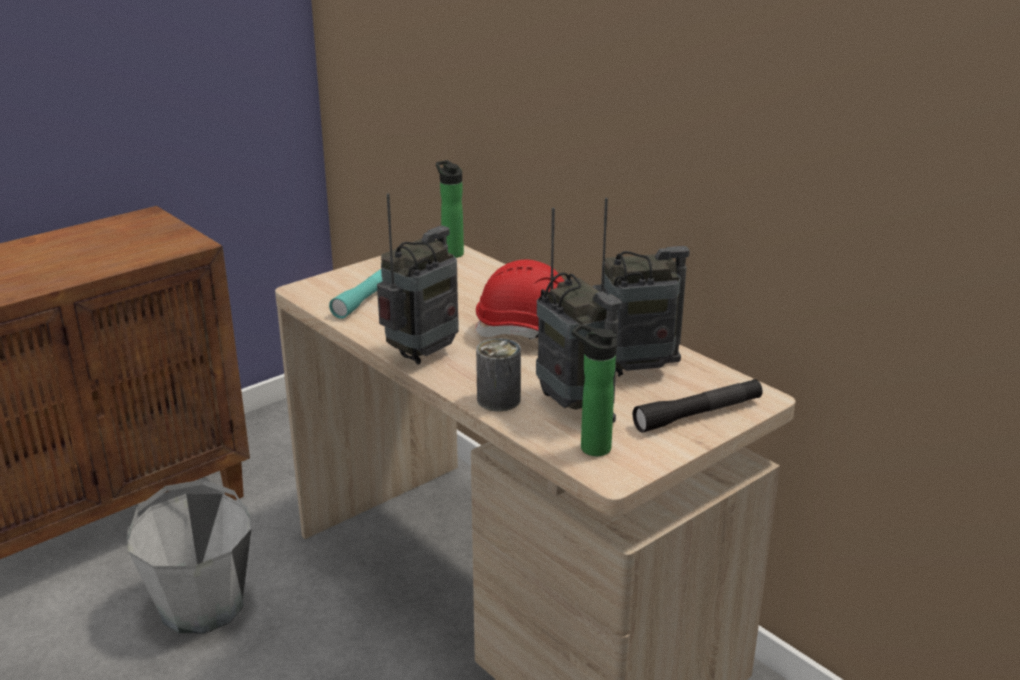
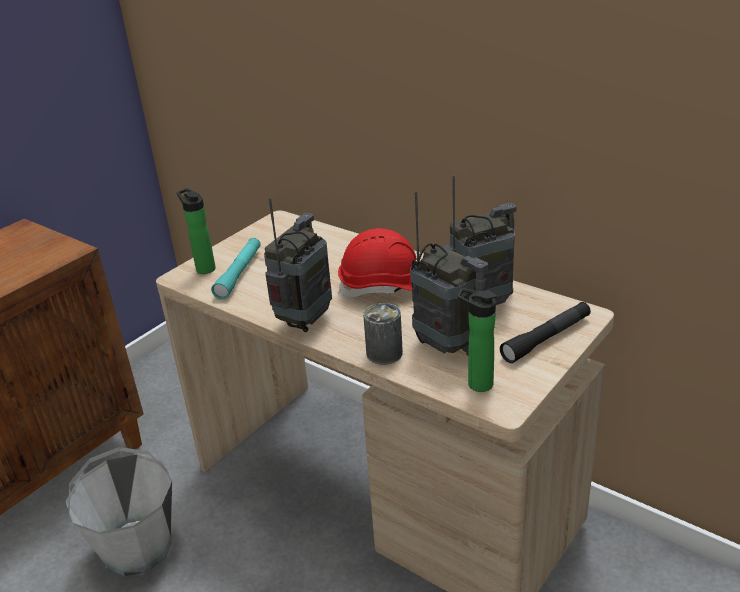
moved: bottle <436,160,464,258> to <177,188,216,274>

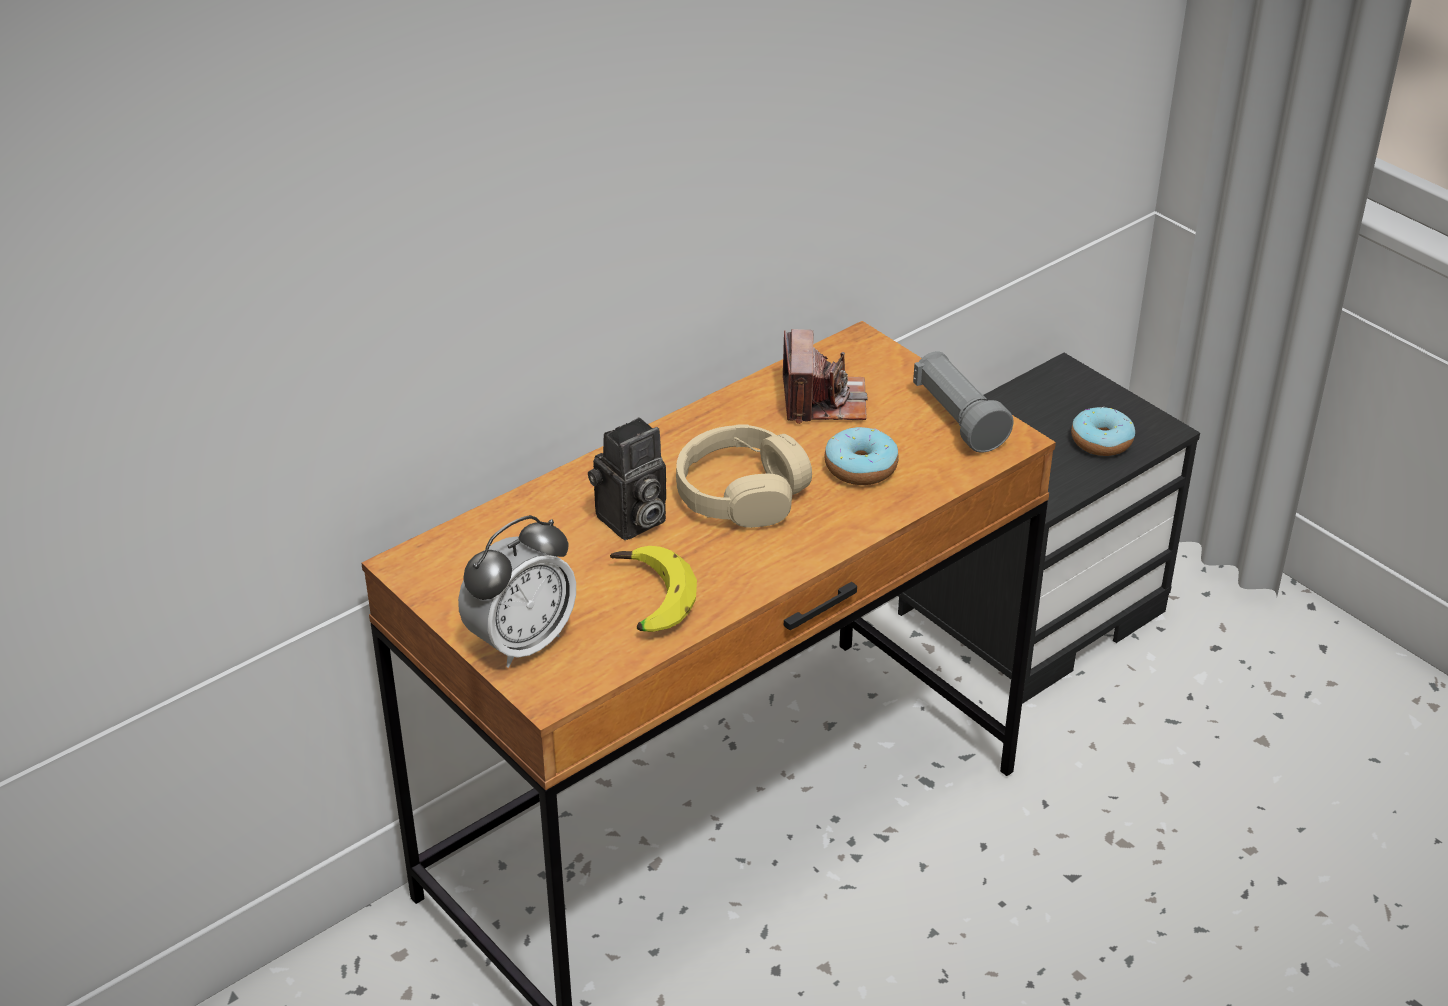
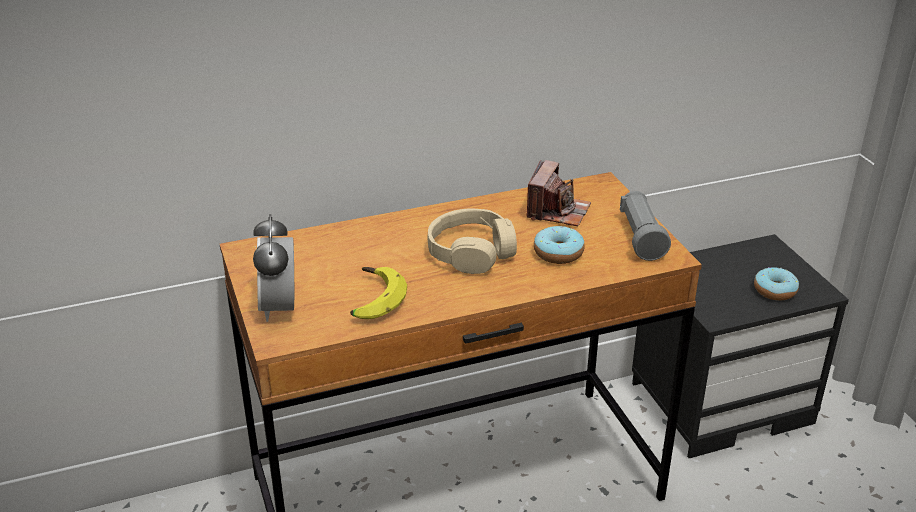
removed: photo camera <588,417,666,540>
turned: alarm clock <458,515,576,668> = <253,214,294,322> 105 degrees clockwise

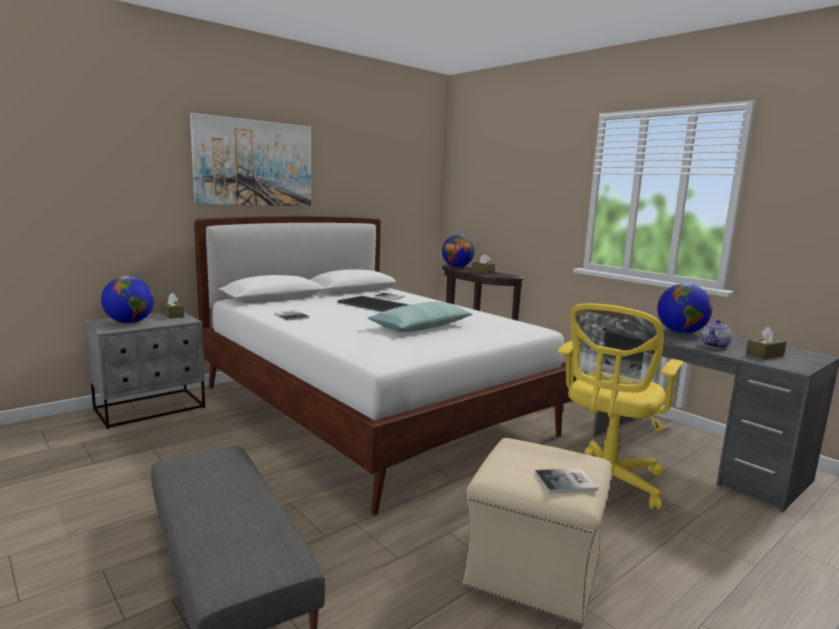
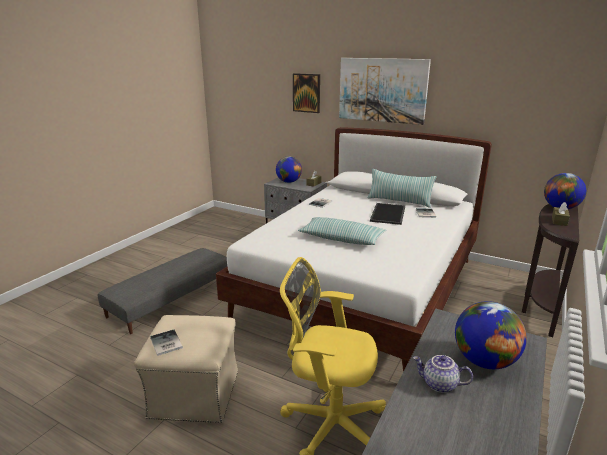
removed: brown tissue box <746,326,787,360>
added: picture <293,73,320,113>; pillow <368,169,437,208>

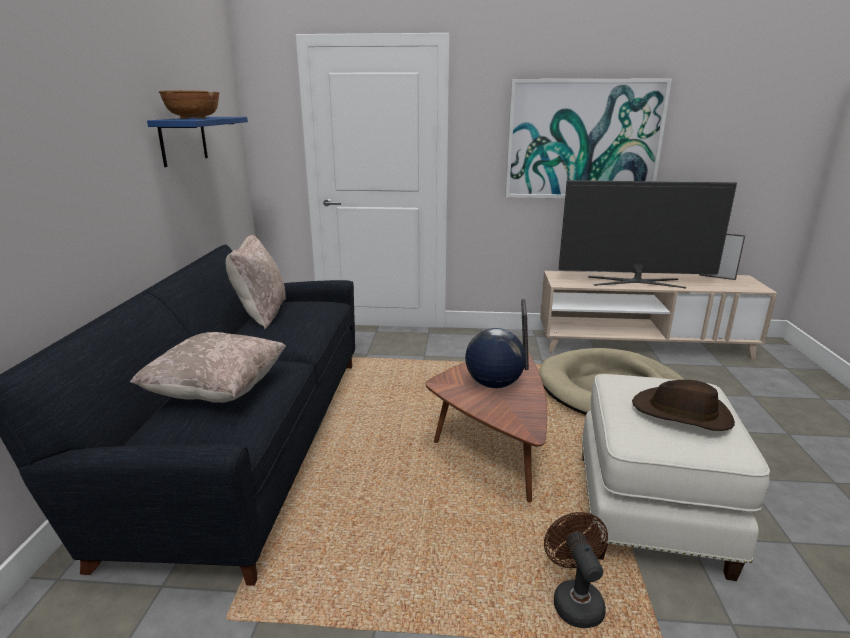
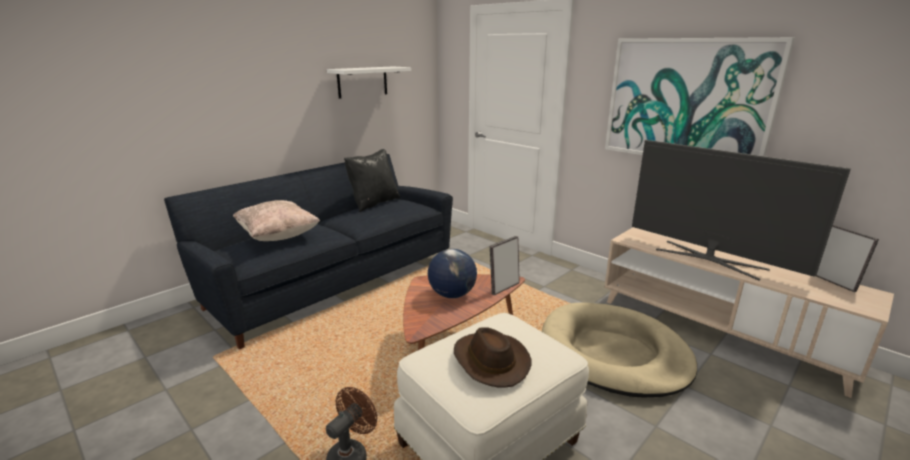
removed: brown bowl <159,90,220,119>
recoloured: blue shelf <147,117,248,167> to white shelf <327,67,411,99>; beige pillow <226,235,286,329> to black pillow <344,149,400,212>

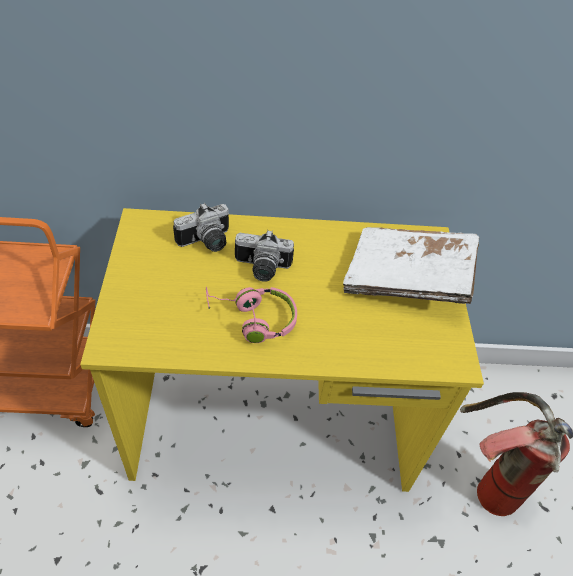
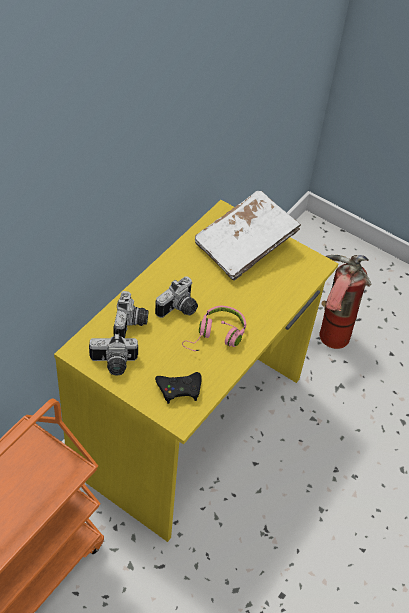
added: photo camera <89,334,138,375>; black game controller <155,372,201,404>

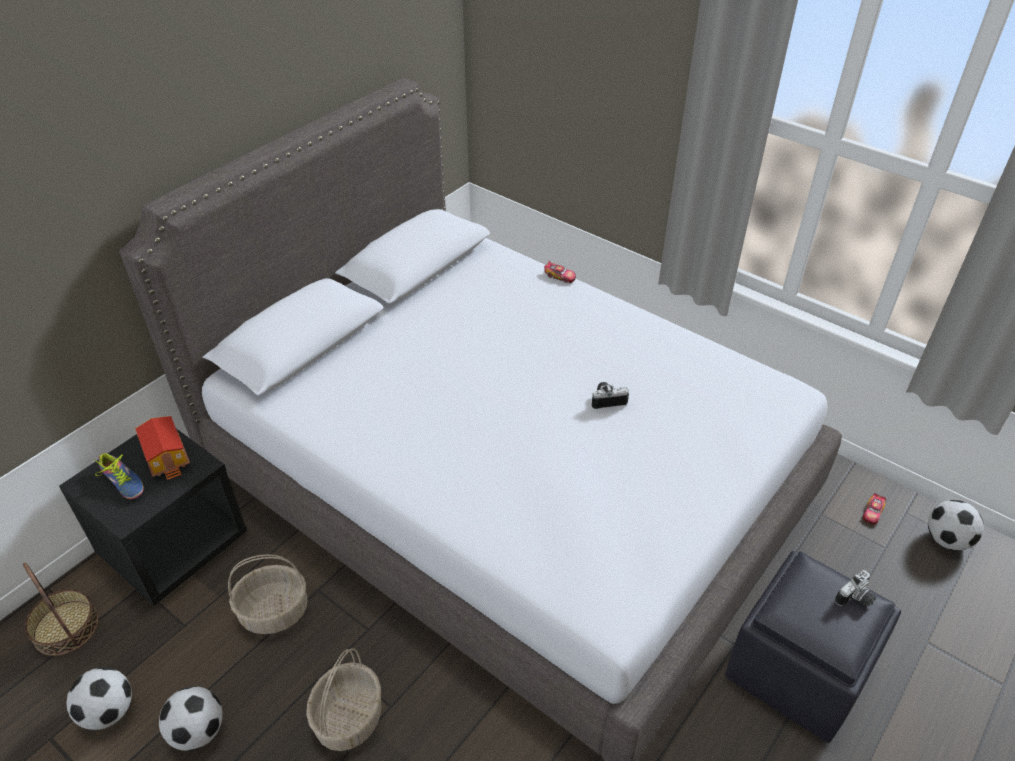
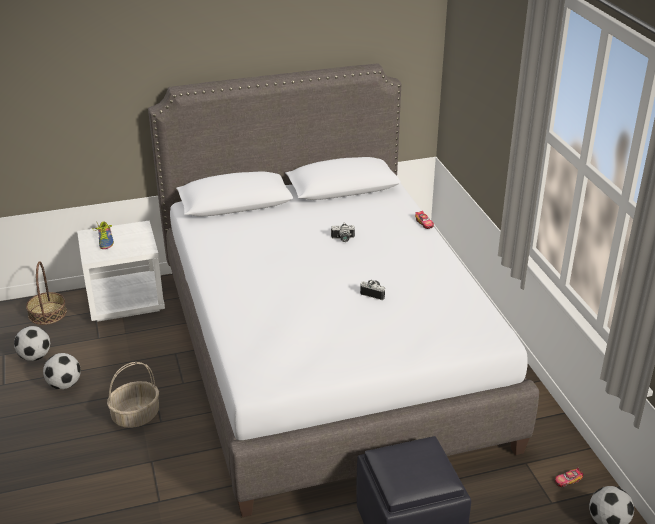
removed: toy house <135,416,190,480>; basket <228,554,308,634>
moved: photo camera <835,570,876,607> to <331,222,355,242>
recoloured: black nightstand <59,429,248,606> to white nightstand <77,220,165,322>

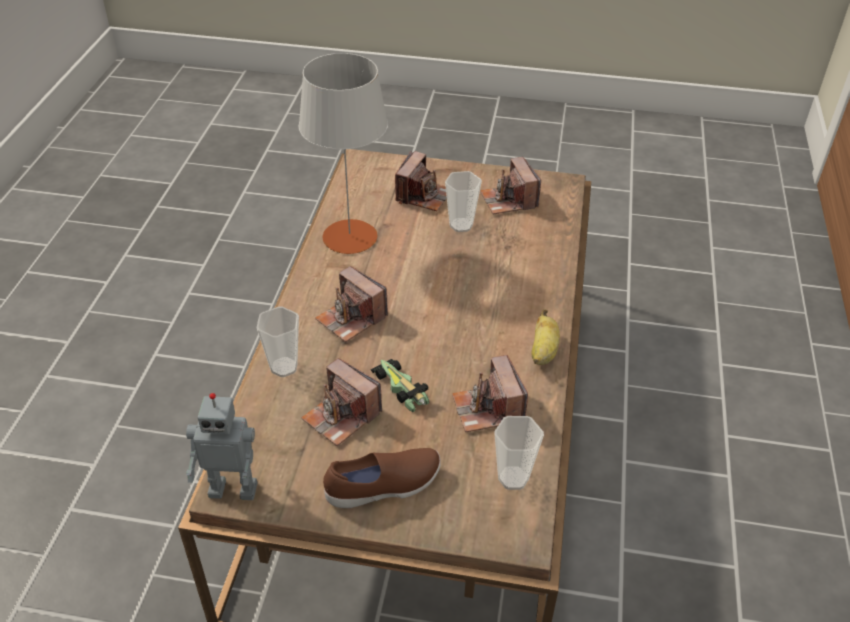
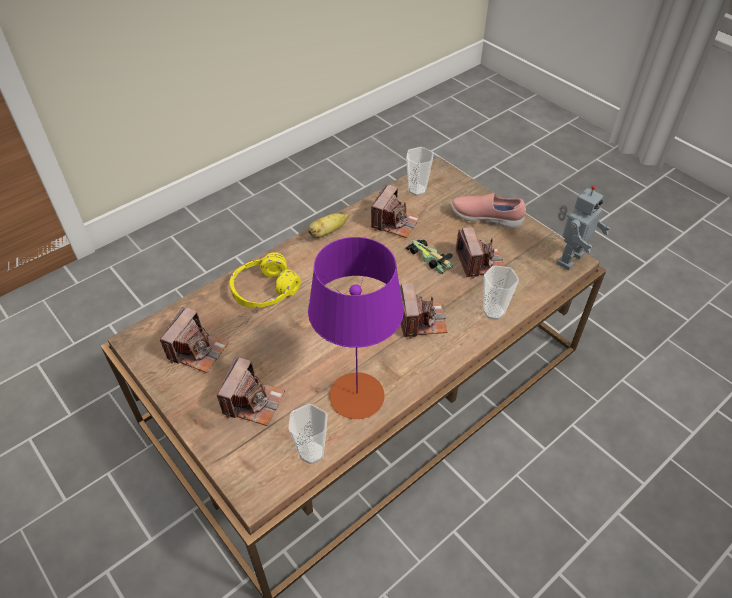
added: yellow headphones <229,252,301,308>
moved: cup <445,171,482,232> to <288,404,328,464>
recoloured: grey table lamp <299,53,388,254> to purple table lamp <308,237,404,419>; brown shoe <323,448,441,508> to pink shoe <451,193,526,228>
turned: photo camera <395,151,447,211> = <217,357,285,426> 135 degrees clockwise; toy car <371,359,429,412> = <406,240,453,274> 135 degrees clockwise; toy robot <186,393,257,500> = <557,185,610,270> 90 degrees clockwise

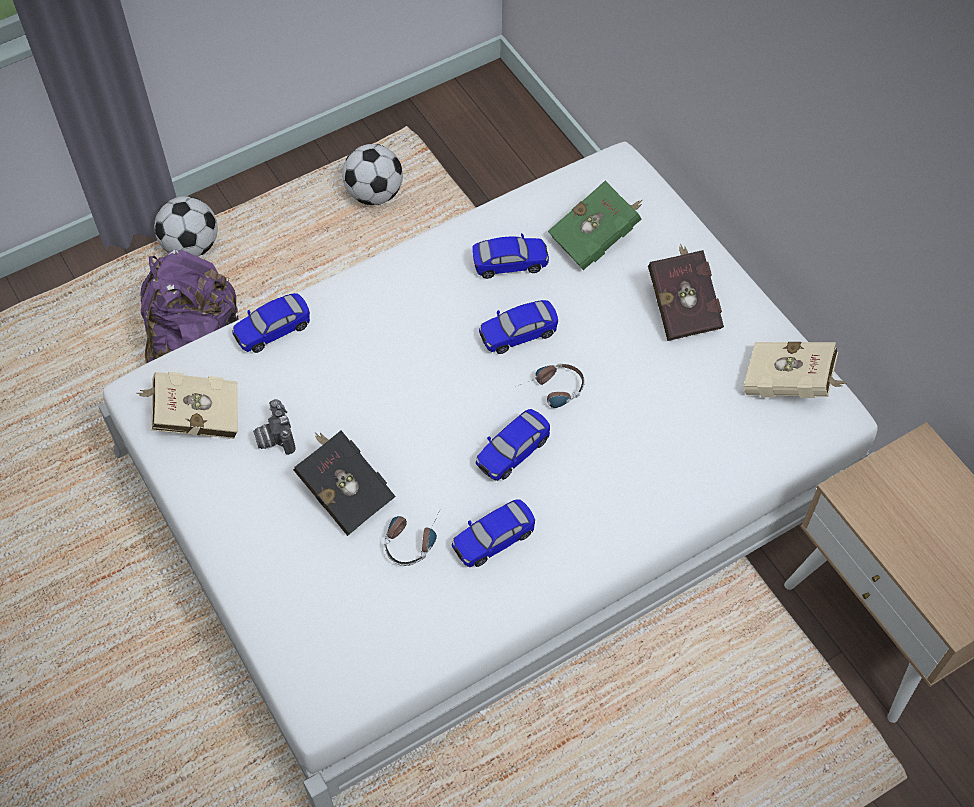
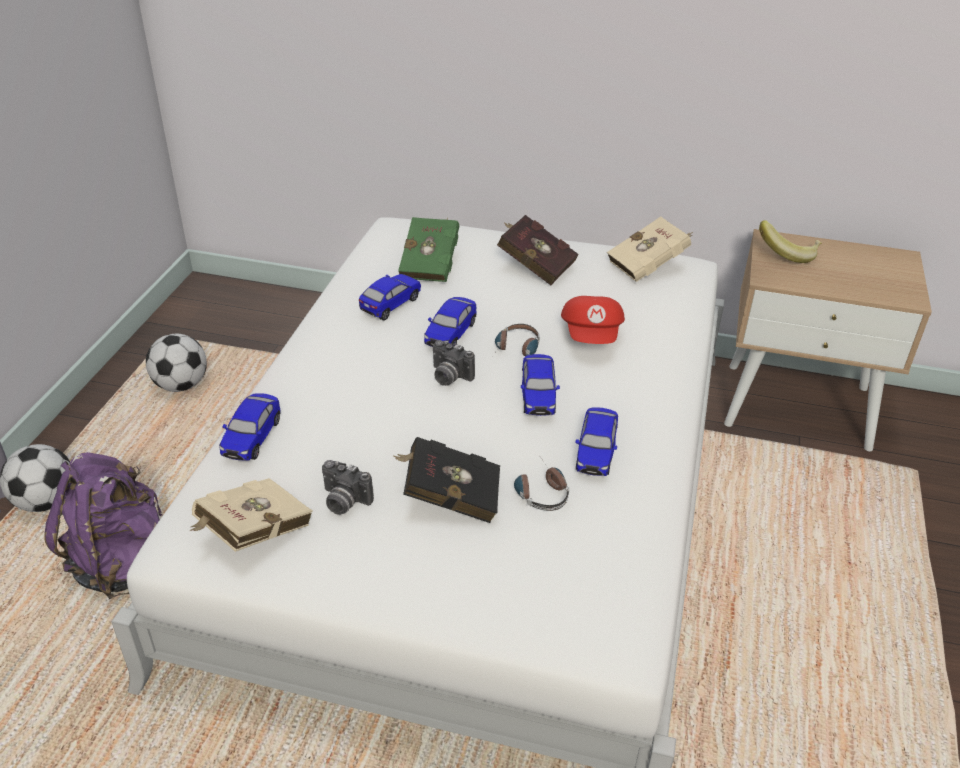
added: banana <759,220,822,263>; red cap <561,296,625,344>; photo camera <433,340,475,386>

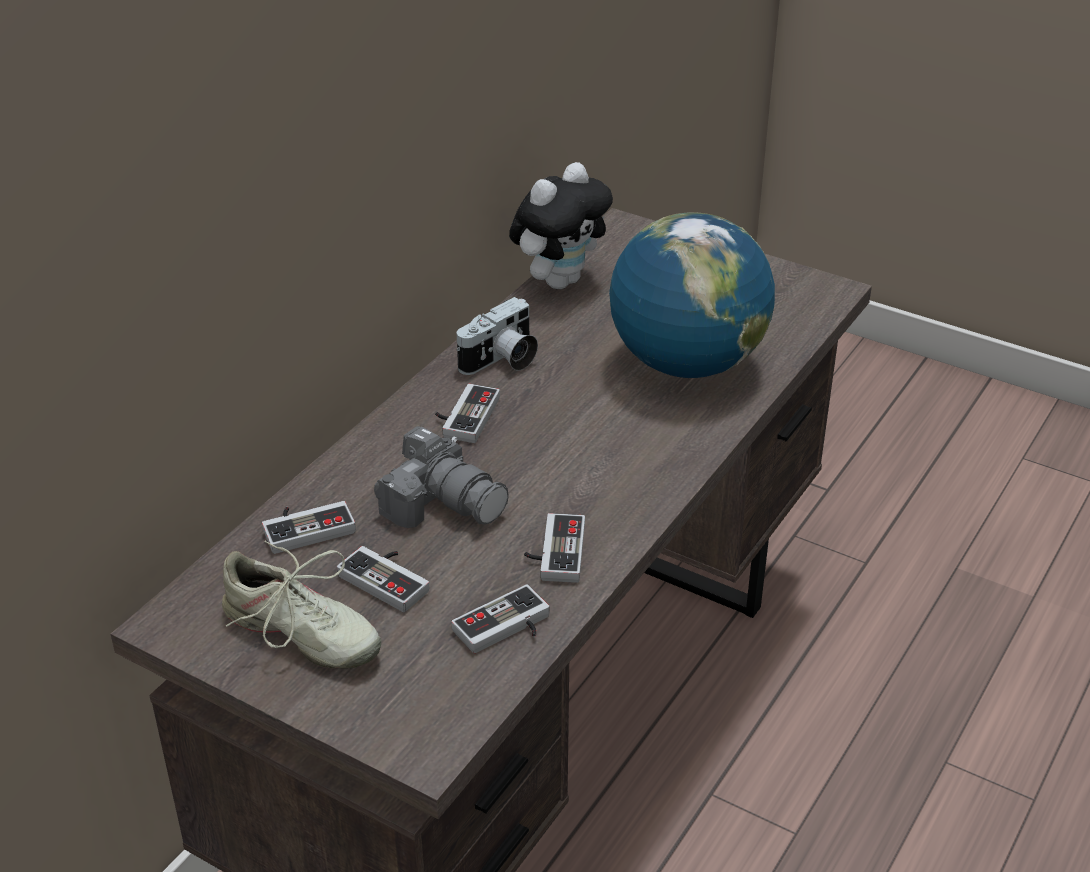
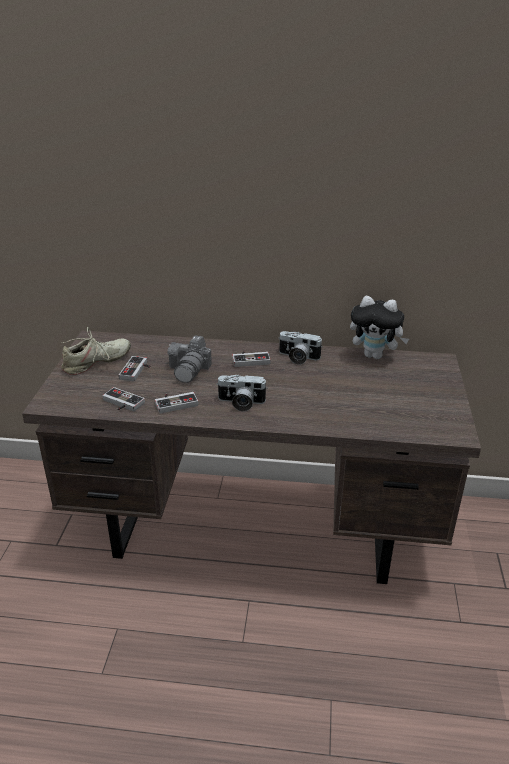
removed: globe <609,212,775,378>; game controller <262,501,356,554>
added: photo camera <216,375,268,412>
turned: beige shoe <222,541,381,669> = <61,327,131,375> 135 degrees counterclockwise

